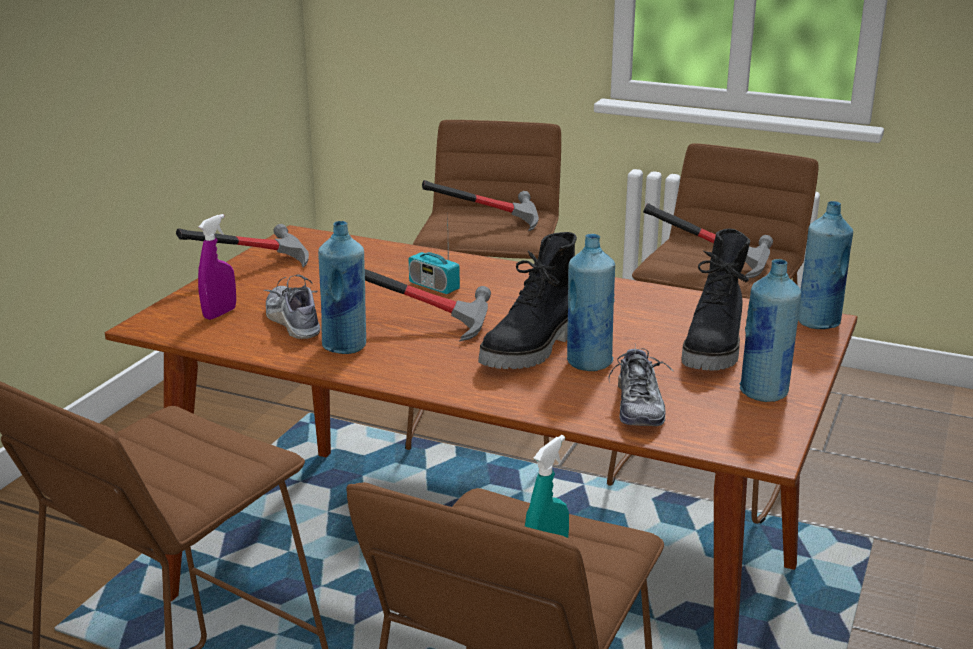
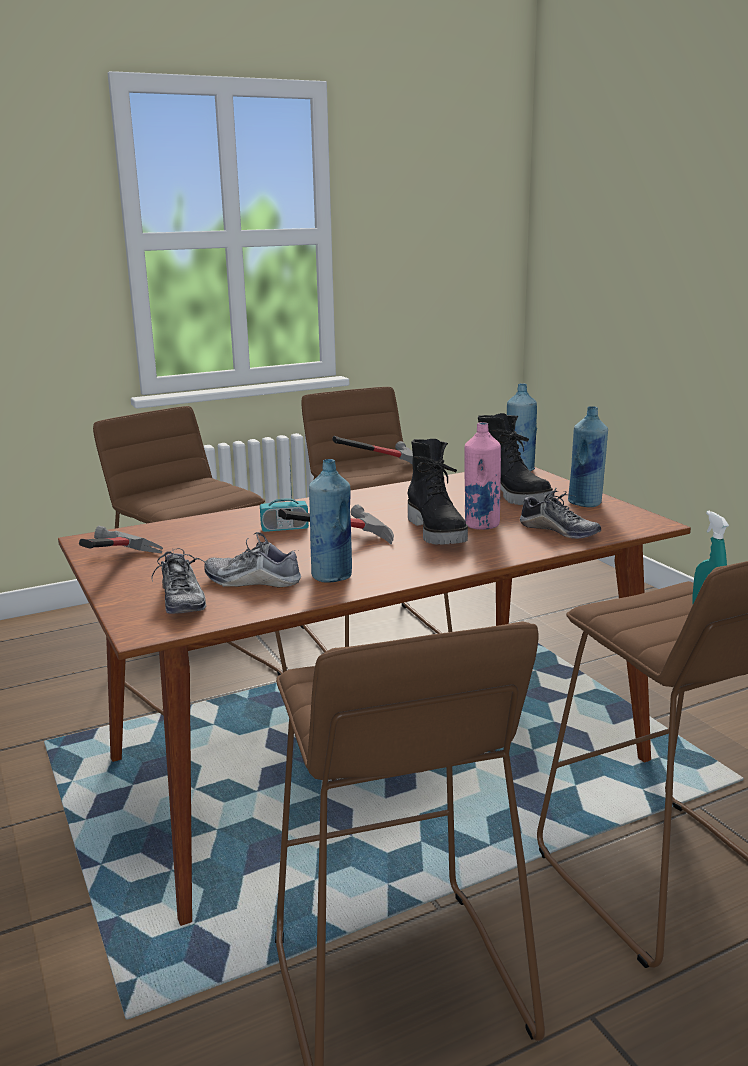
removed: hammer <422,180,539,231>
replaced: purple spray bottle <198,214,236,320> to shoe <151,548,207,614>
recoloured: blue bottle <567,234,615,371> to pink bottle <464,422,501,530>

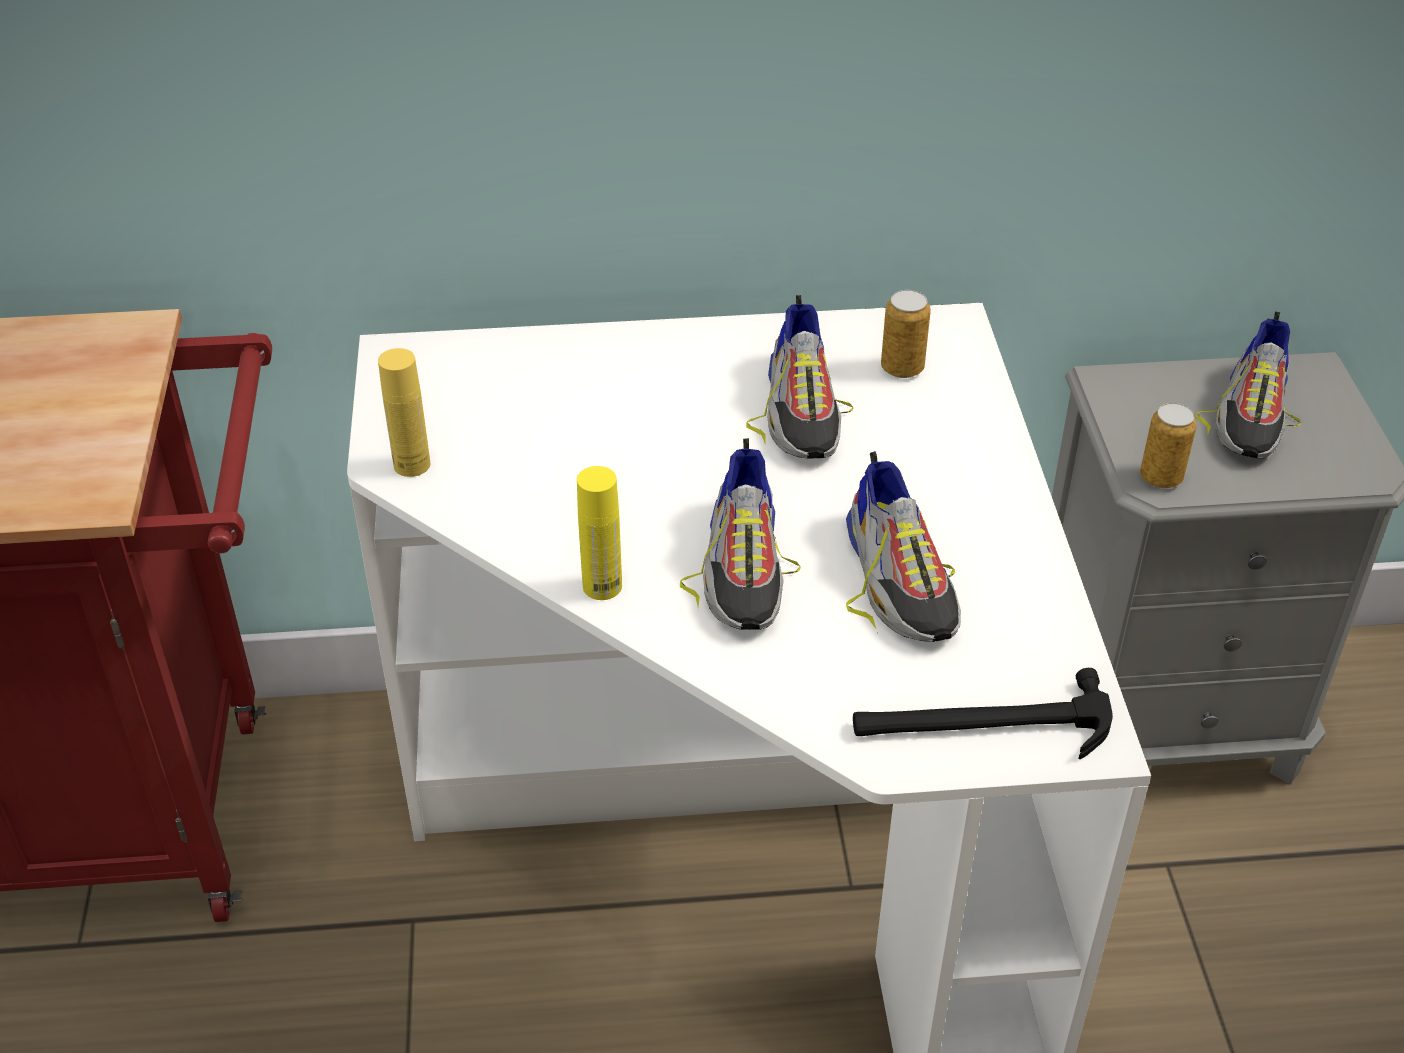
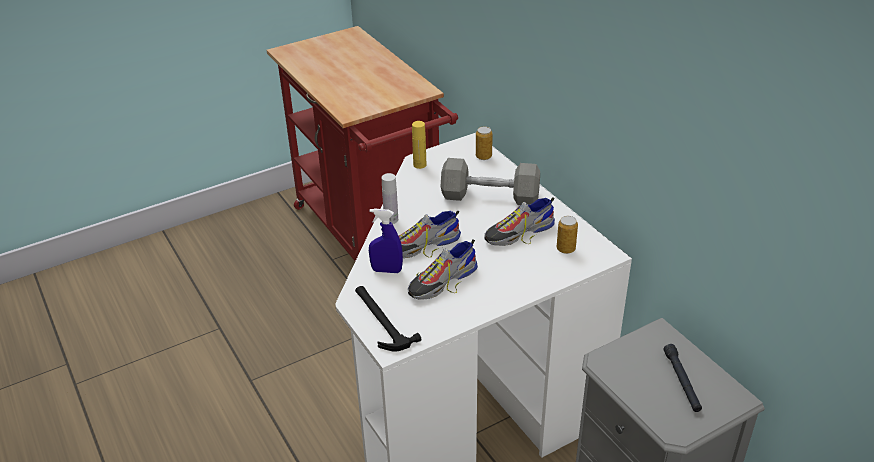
added: grey dumbbell <440,158,540,205>; blue spray bottle <369,208,403,273>
moved: can <1140,403,1197,488> to <476,126,493,160>
replaced: shoe <1195,311,1301,459> to black flashlight <664,344,702,412>
recoloured: yellow bottle <577,466,622,600> to white bottle <382,173,398,224>

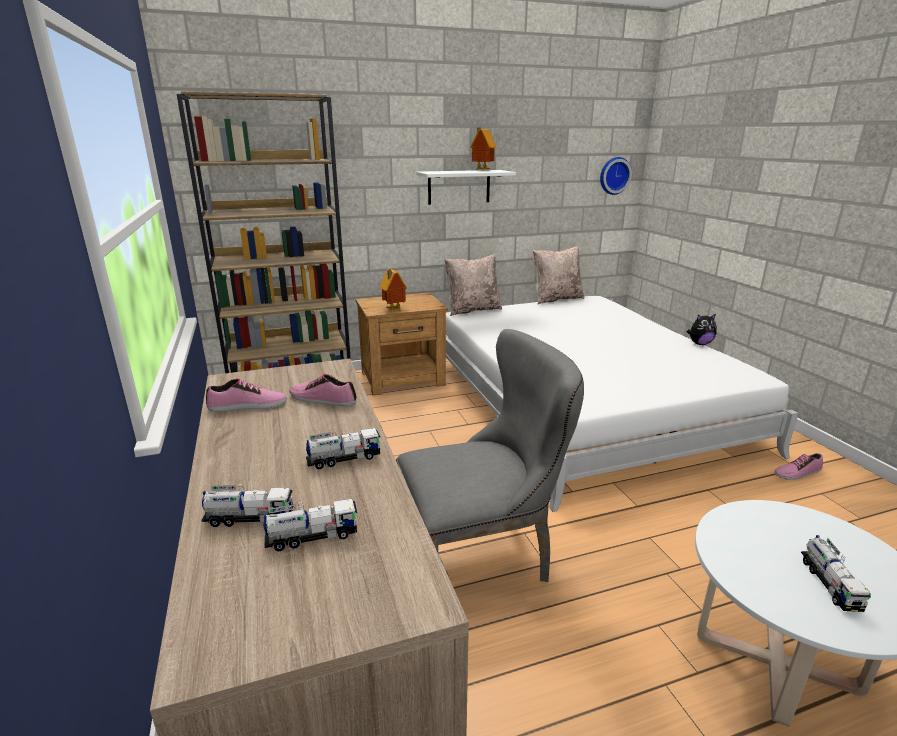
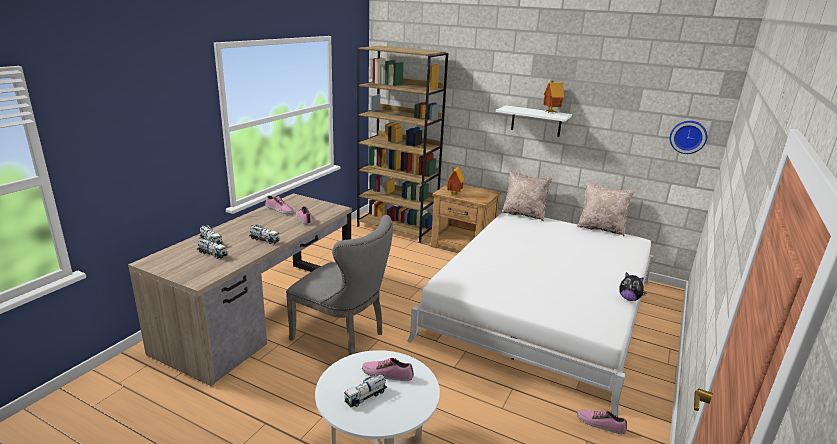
added: shoe <362,358,414,381>

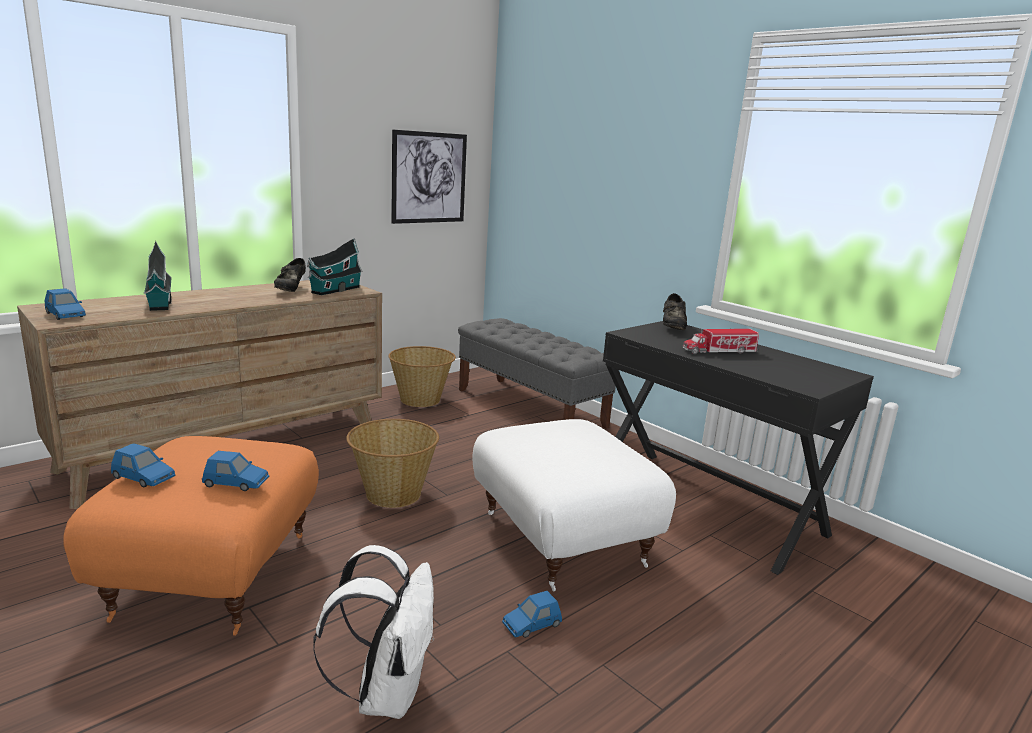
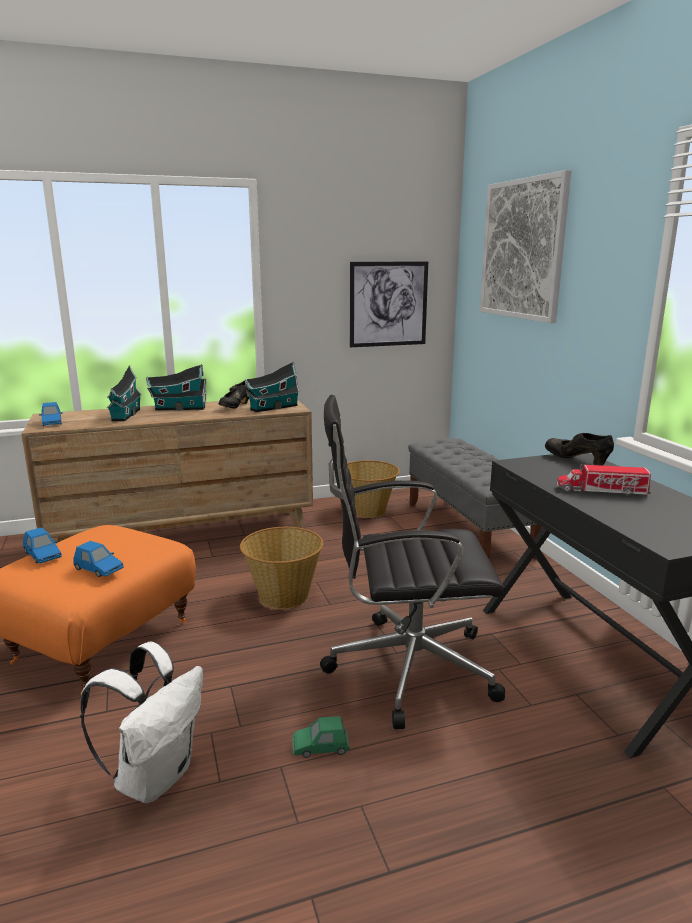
added: picture <480,170,571,323>; toy house <146,364,207,411>
replaced: white ottoman <472,419,676,591> to black office chair <320,395,505,729>
recoloured: blue toy car <502,591,562,638> to green toy car <292,716,349,758>
turned: black shoe <663,293,687,330> = <545,433,614,466> 105 degrees clockwise

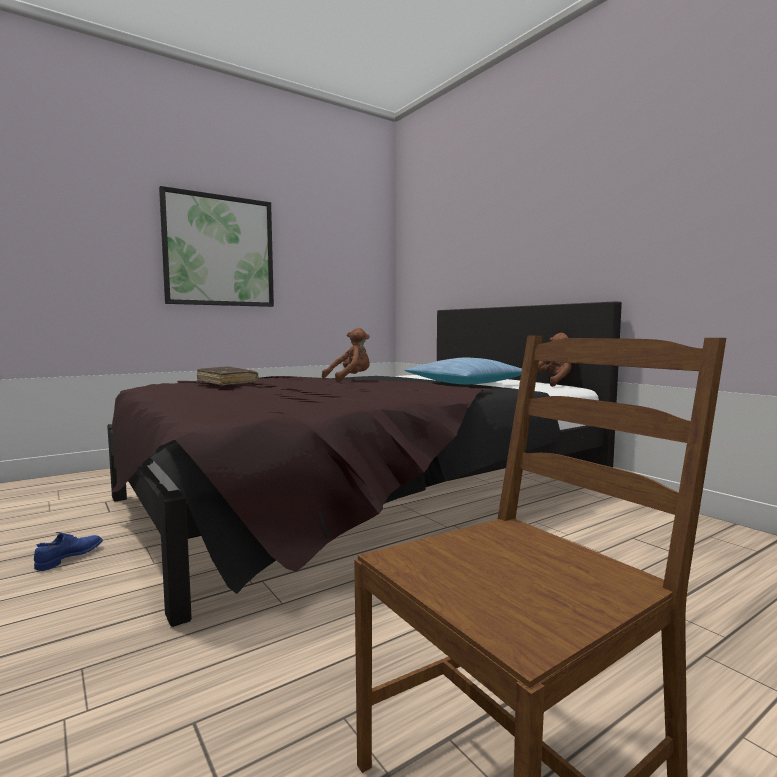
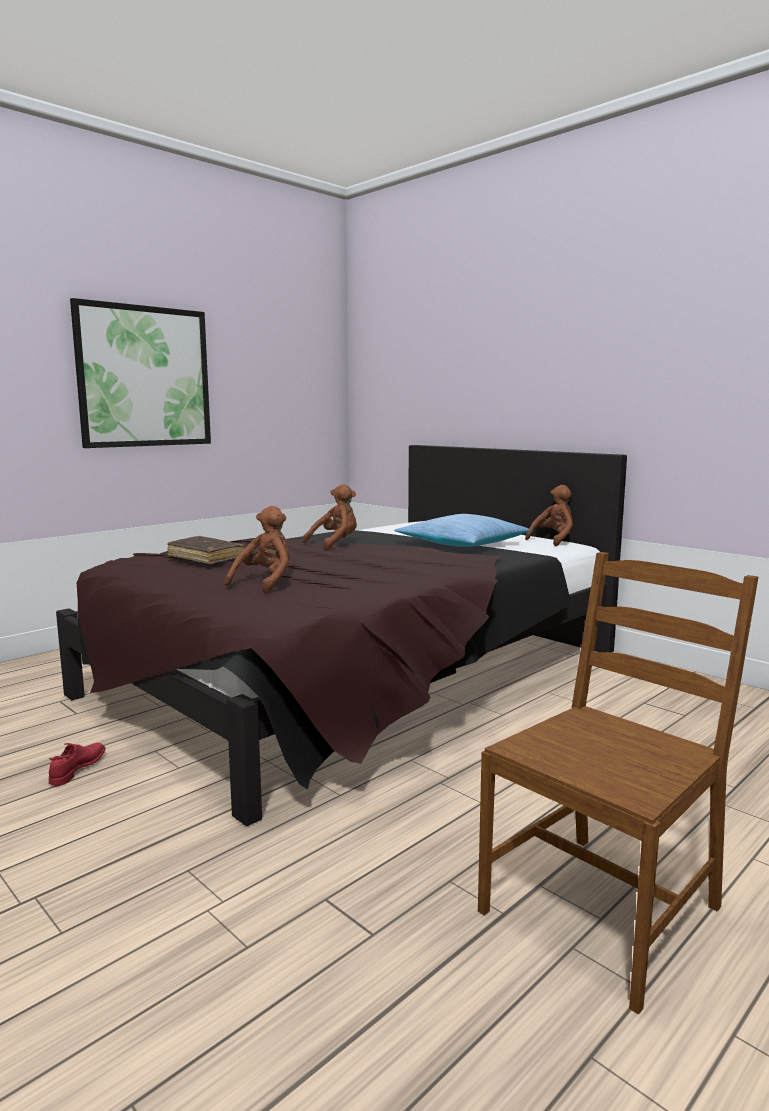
added: brown plush toy <225,506,290,594>
recoloured: blue shoe <34,532,103,571> to red shoe <49,743,106,786>

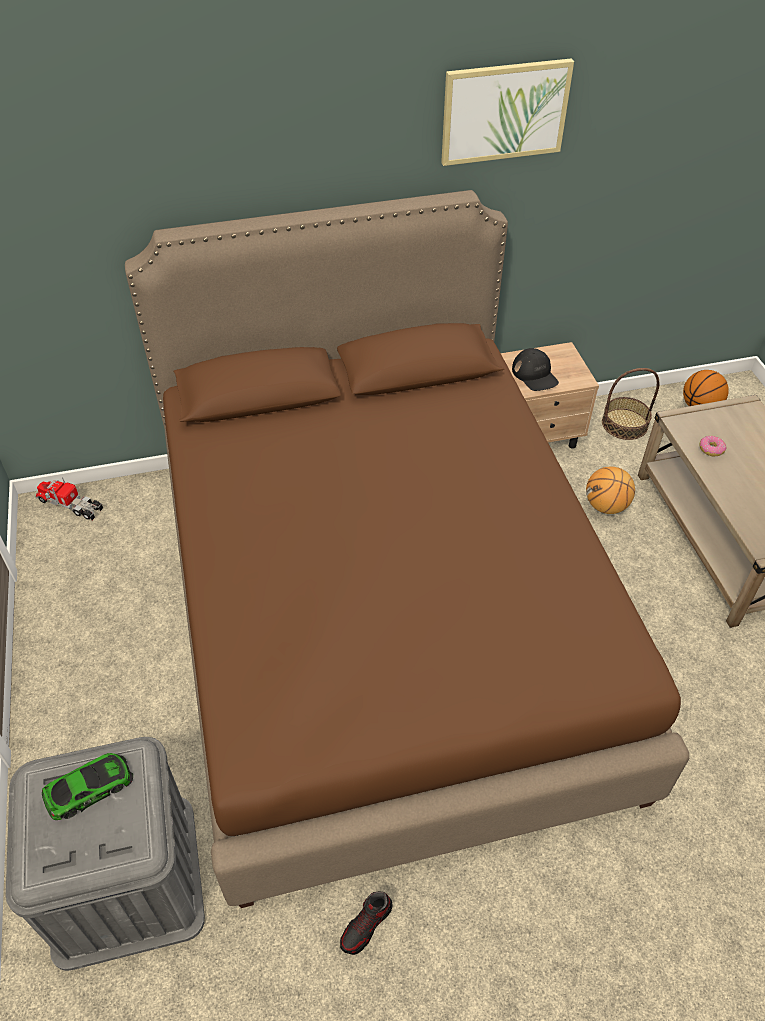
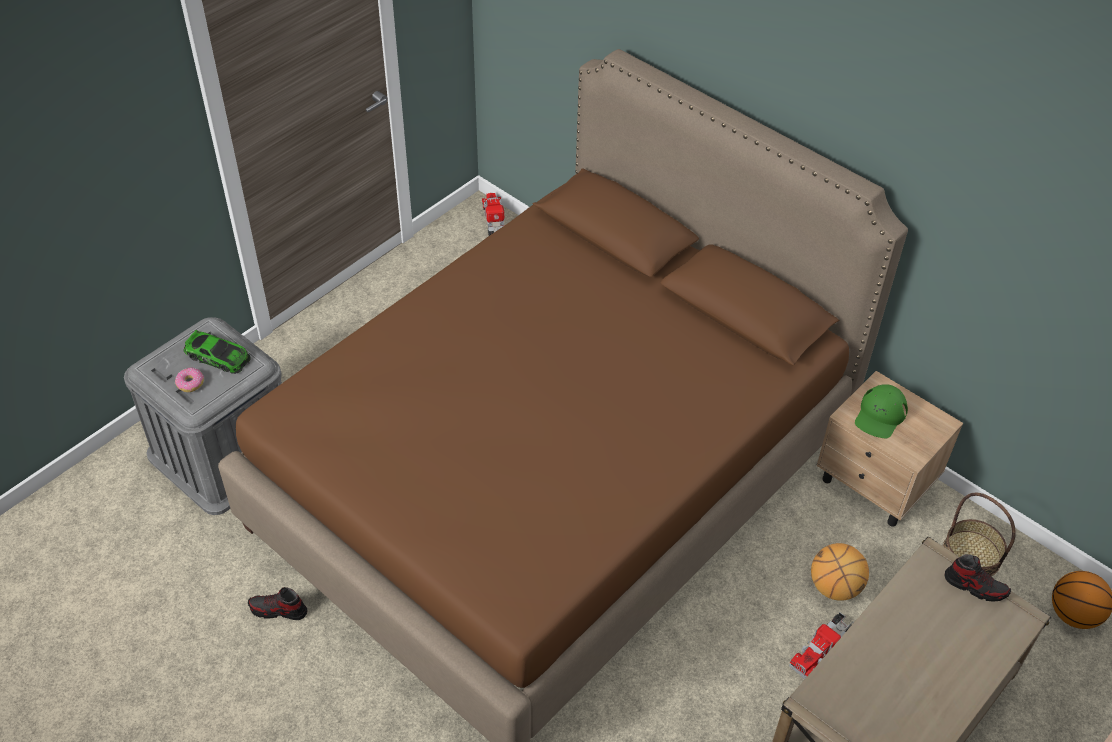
removed: picture <441,58,574,166>
added: shoe <945,554,1011,602>; toy truck <789,612,854,679>
moved: donut <699,436,726,456> to <175,367,204,392>
recoloured: black cap <512,348,559,391> to green cap <855,384,908,438>

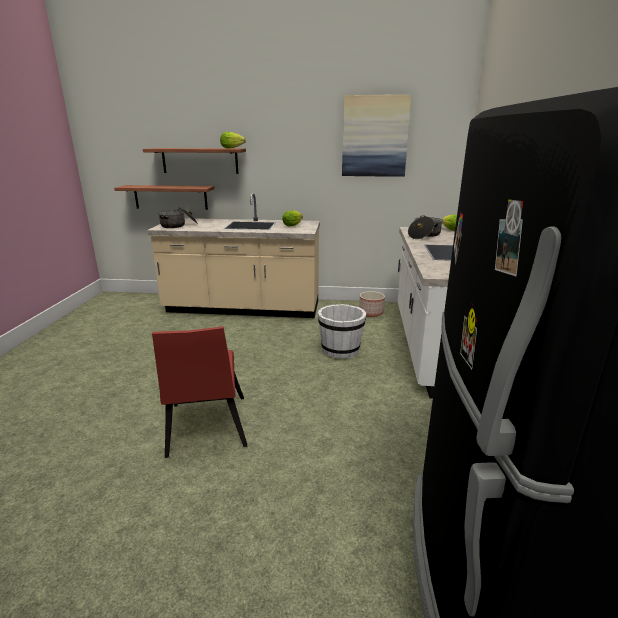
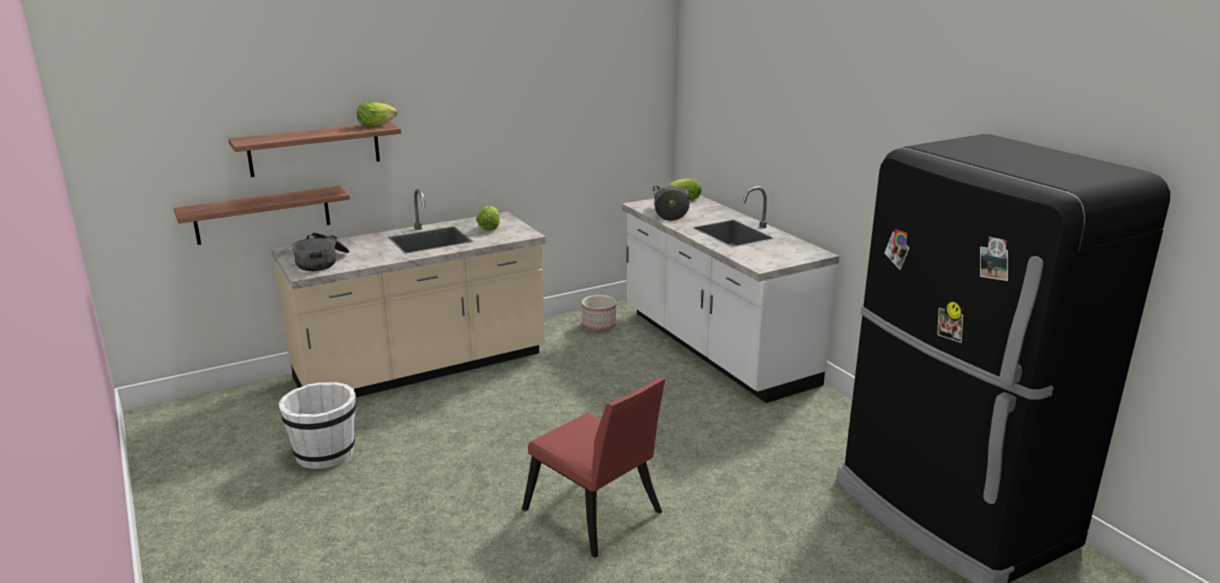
removed: picture <342,95,411,177>
moved: white bucket <318,304,366,359> to <279,382,356,469>

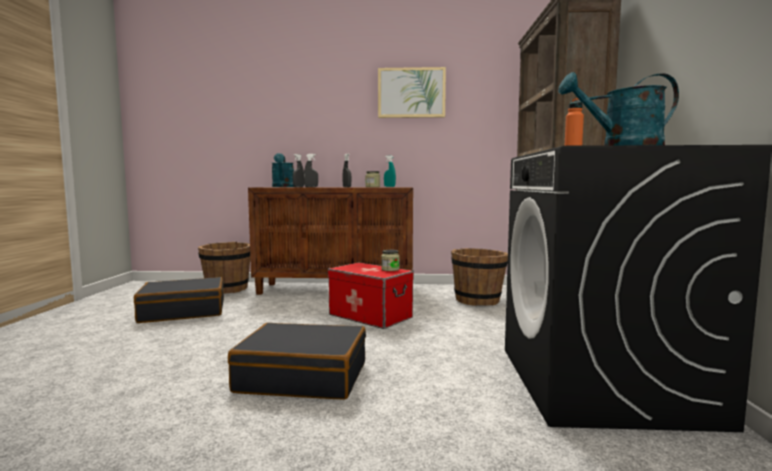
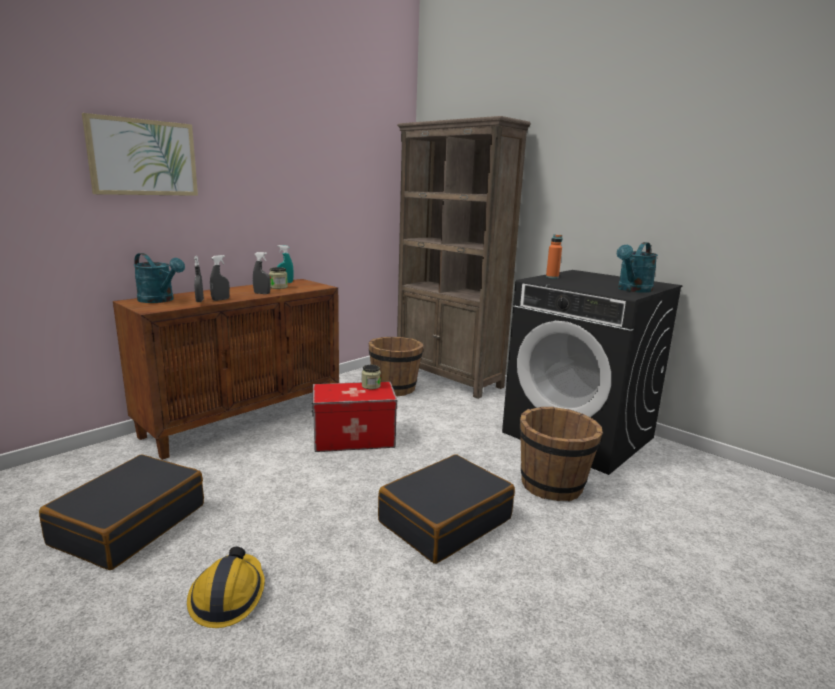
added: hard hat <187,547,265,628>
moved: picture <378,67,446,118> to <82,113,198,196>; brown bucket <198,242,250,293> to <520,407,603,501>

